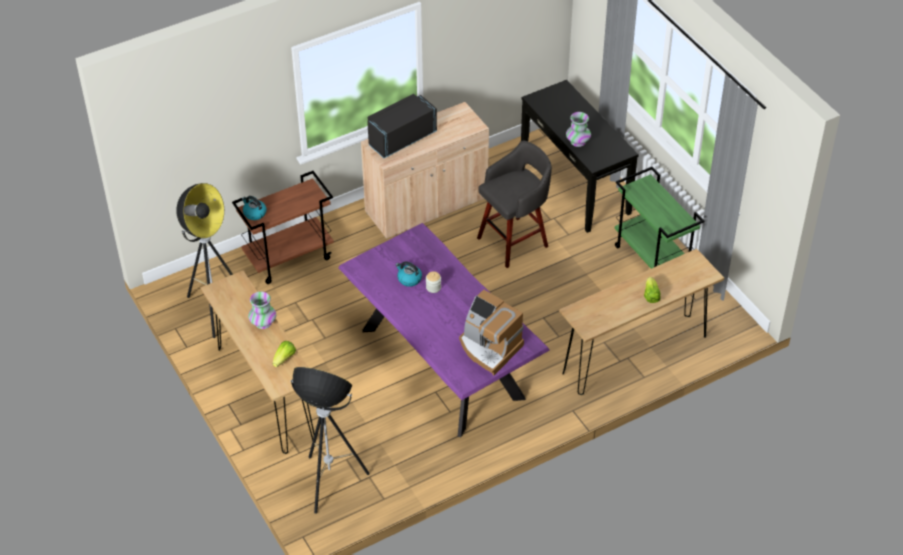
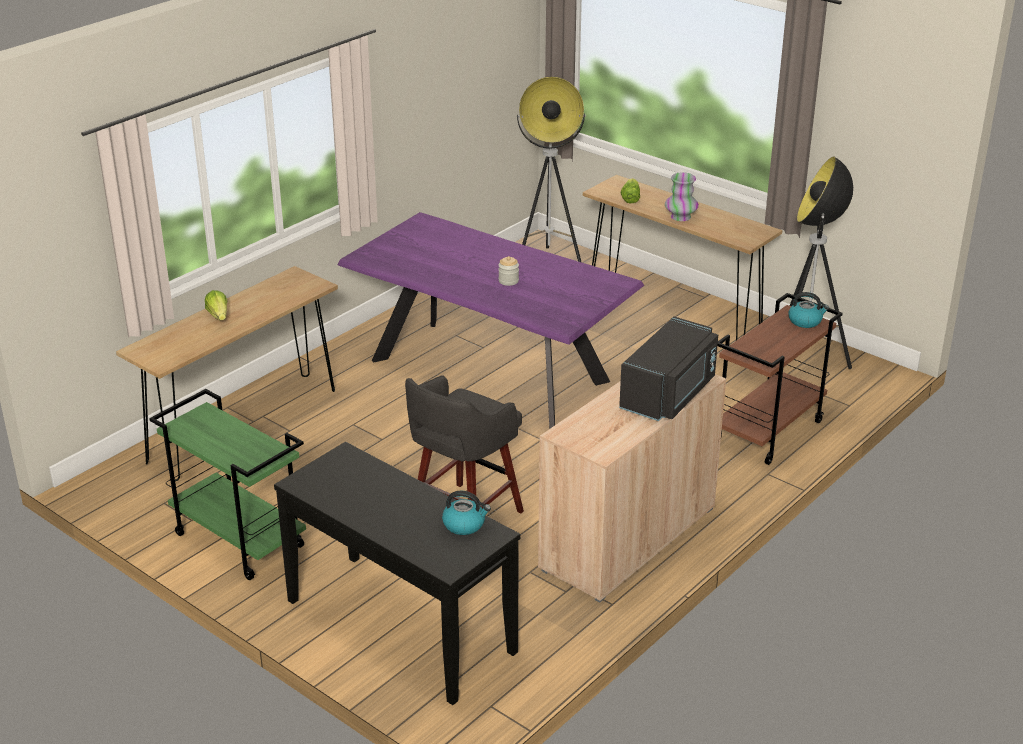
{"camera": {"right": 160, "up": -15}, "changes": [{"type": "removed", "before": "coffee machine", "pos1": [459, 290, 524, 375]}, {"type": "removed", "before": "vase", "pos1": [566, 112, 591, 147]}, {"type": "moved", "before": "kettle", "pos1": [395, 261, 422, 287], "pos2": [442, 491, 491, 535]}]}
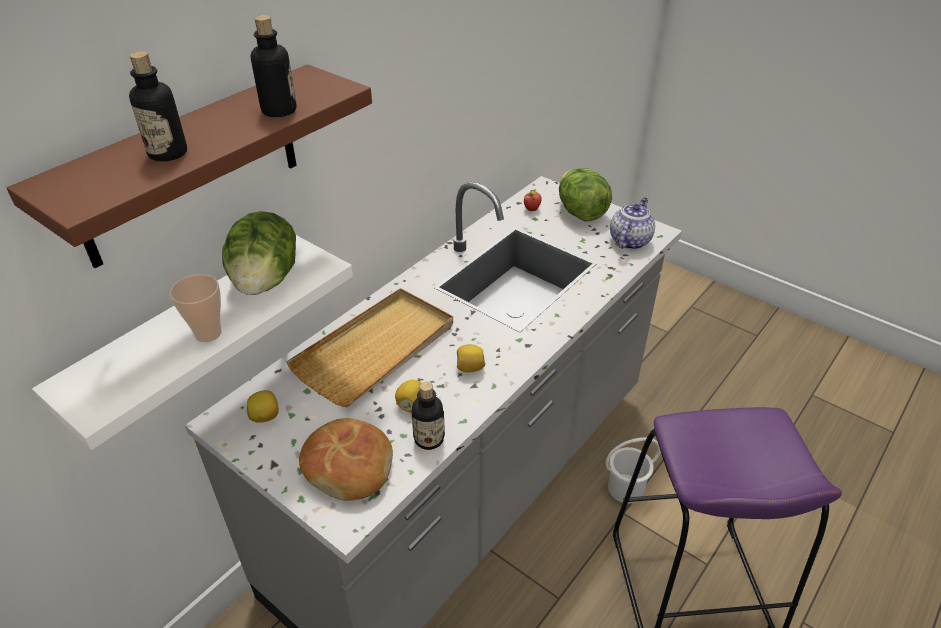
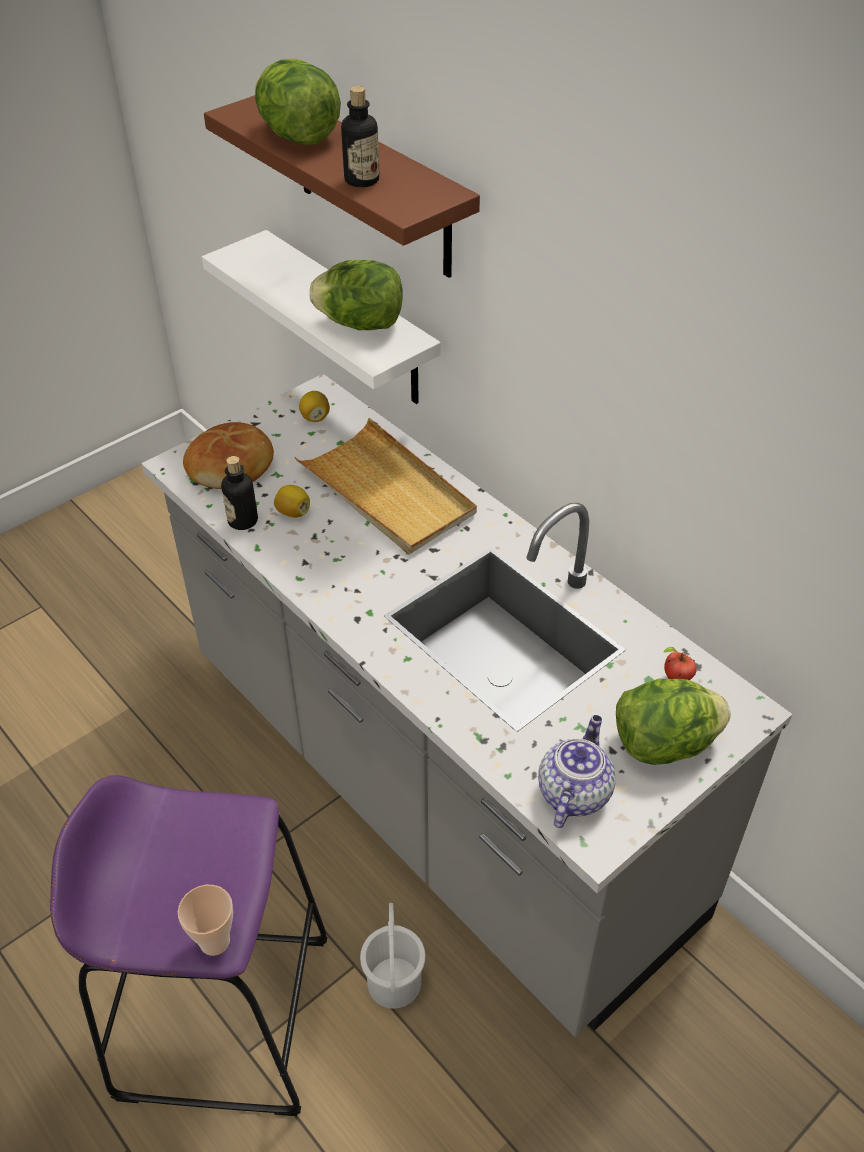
{"camera": {"right": 100, "up": 5}, "changes": [{"type": "removed", "before": "lemon", "pos1": [457, 344, 486, 372]}, {"type": "moved", "before": "cup", "pos1": [170, 274, 222, 342], "pos2": [178, 885, 233, 956]}, {"type": "replaced", "before": "bottle", "after": "lettuce", "pos1": [129, 51, 187, 162], "pos2": [255, 59, 341, 145]}, {"type": "turned", "before": "teapot", "pos1": [610, 197, 655, 250], "pos2": [538, 715, 616, 828], "turn": -105}]}
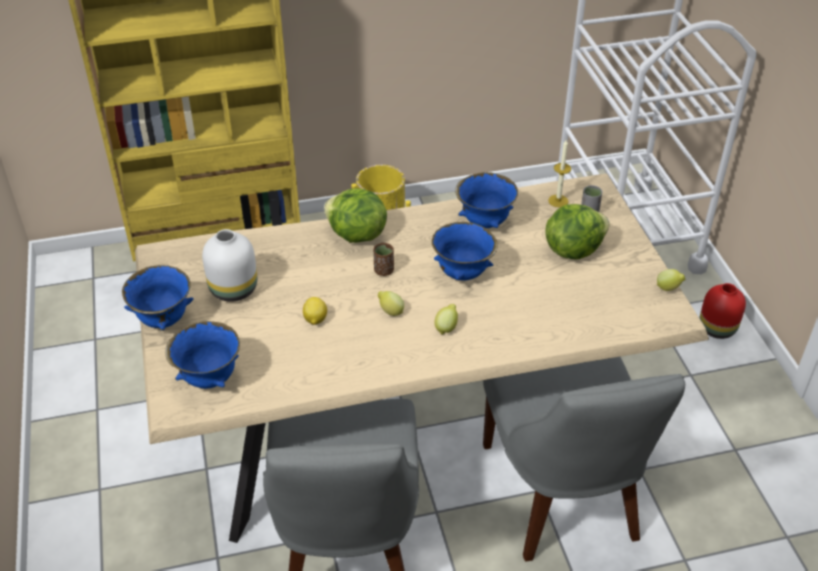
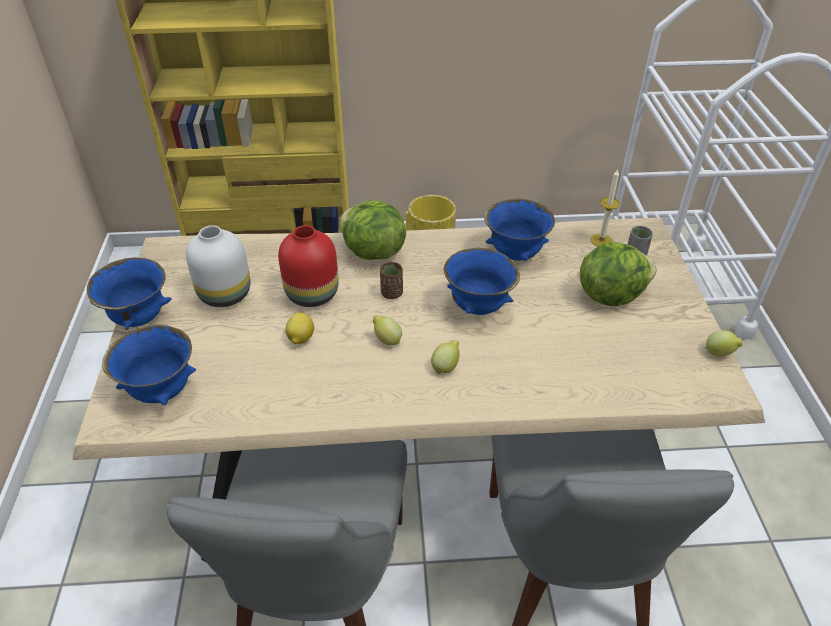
{"camera": {"right": 10, "up": 0}, "changes": [{"type": "moved", "before": "red vase", "pos1": [699, 283, 746, 339], "pos2": [278, 225, 339, 307]}]}
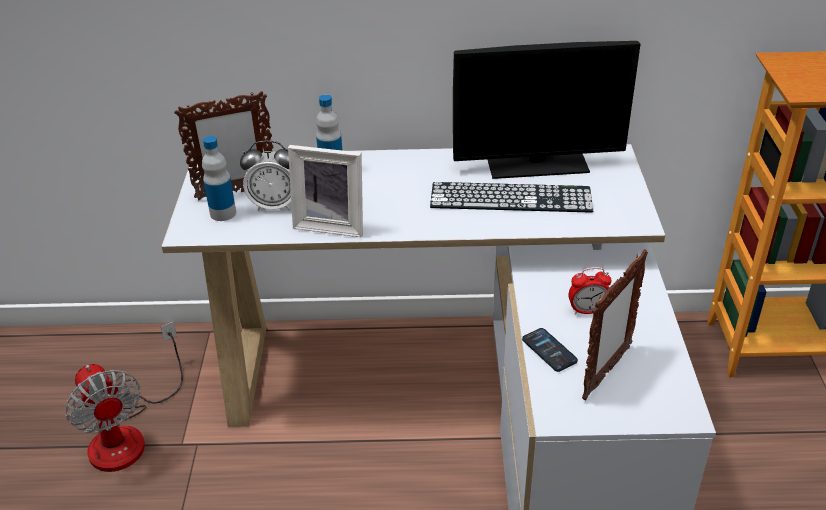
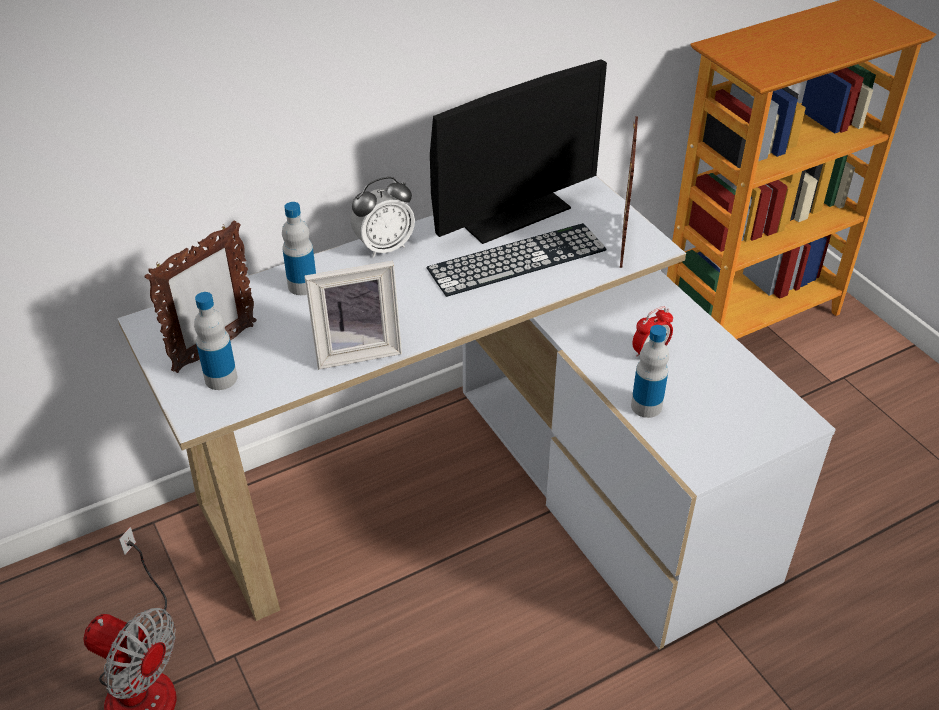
{"camera": {"right": -30, "up": 5}, "changes": [{"type": "moved", "before": "alarm clock", "pos1": [240, 140, 291, 211], "pos2": [351, 177, 415, 258]}, {"type": "moved", "before": "picture frame", "pos1": [582, 249, 648, 401], "pos2": [620, 116, 638, 268]}, {"type": "replaced", "before": "phone", "after": "bottle", "pos1": [522, 328, 578, 372], "pos2": [631, 325, 669, 418]}]}
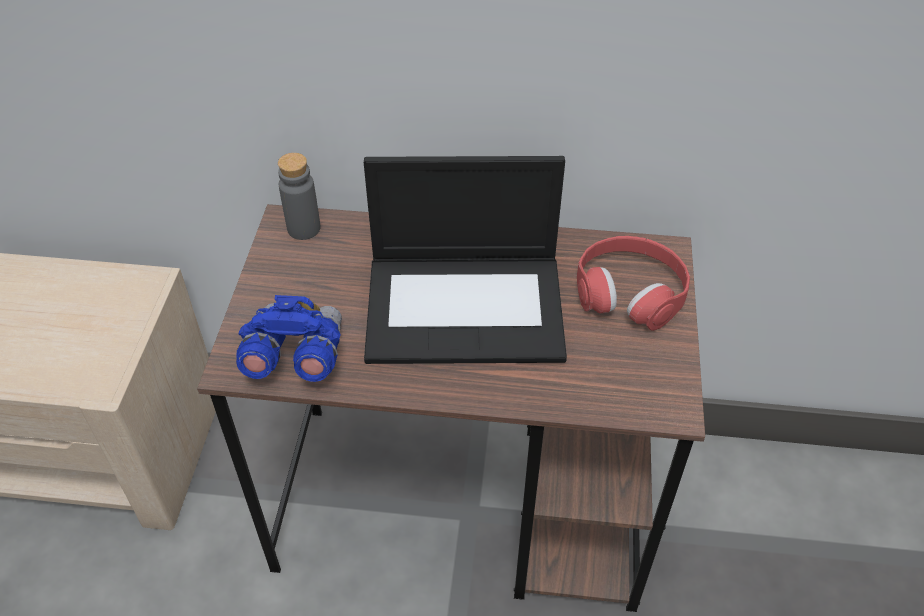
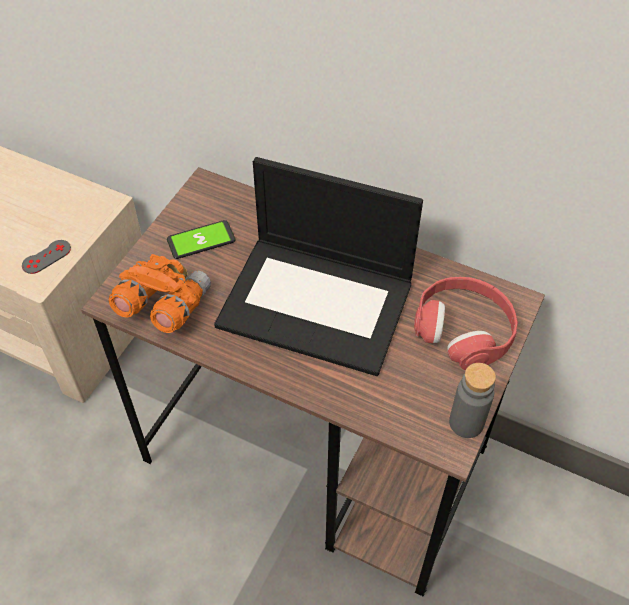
{"camera": {"right": 20, "up": 5}, "changes": [{"type": "added", "after": "grey game controller", "pos2": [22, 240, 71, 274]}, {"type": "added", "after": "phone", "pos2": [167, 220, 235, 259]}, {"type": "moved", "before": "grey bottle", "pos1": [278, 153, 321, 240], "pos2": [449, 363, 496, 438]}, {"type": "recoloured", "before": "blue binoculars", "after": "orange binoculars", "pos1": [236, 295, 342, 382], "pos2": [109, 254, 211, 333]}]}
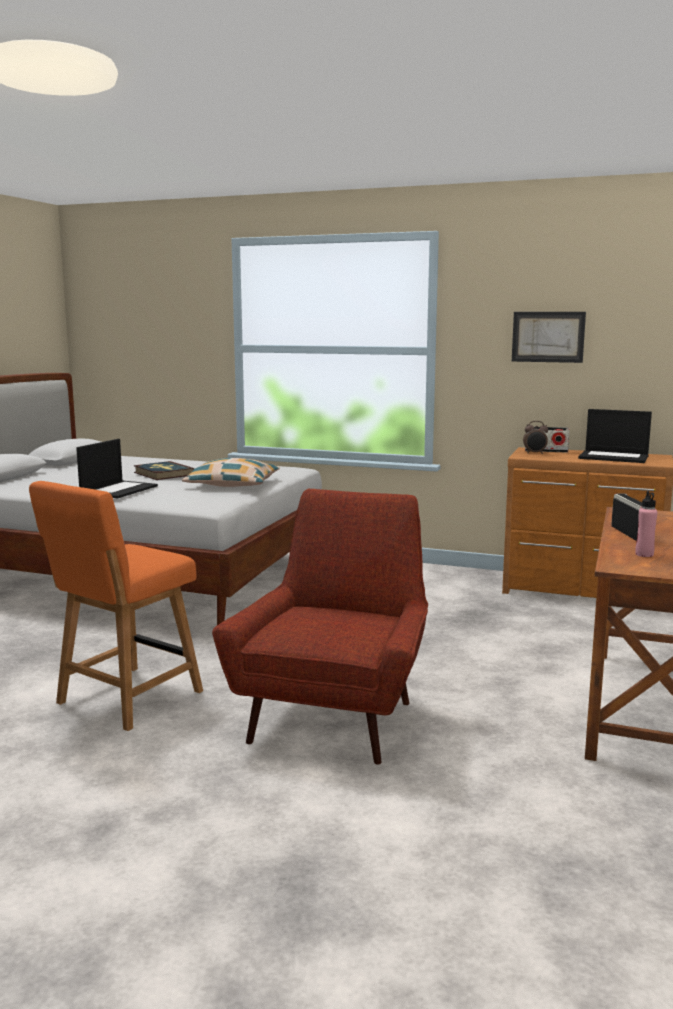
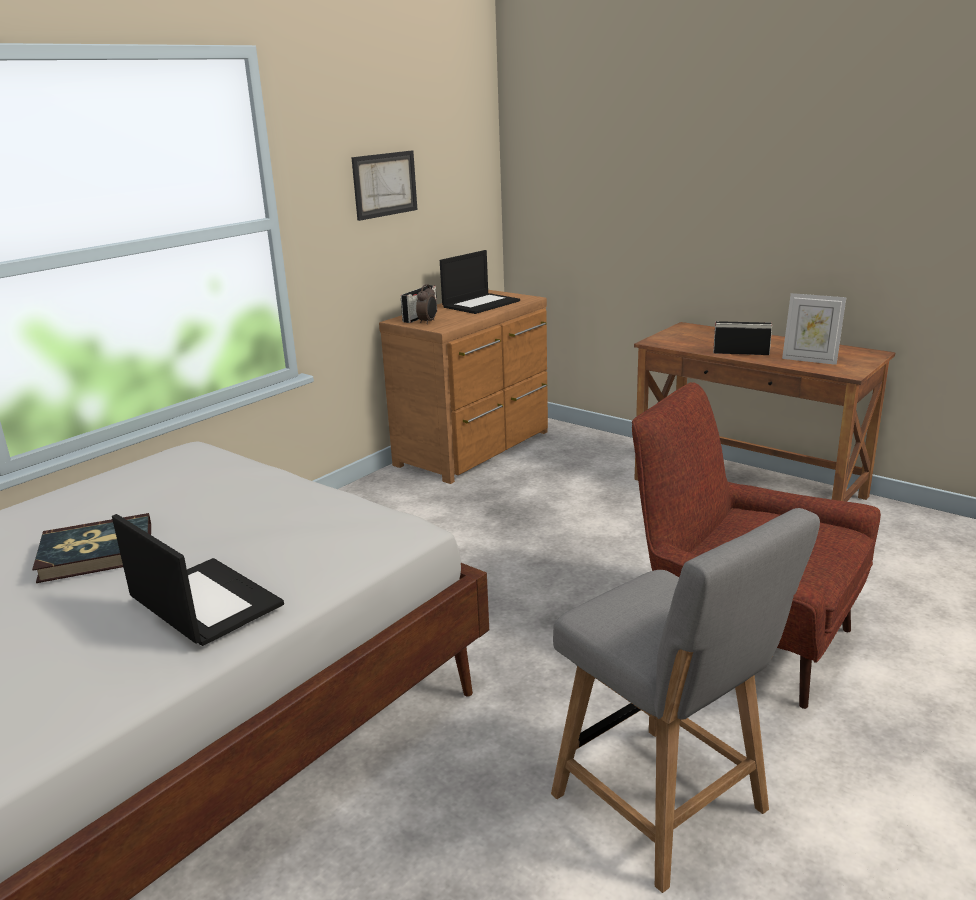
{"camera": {"right": -70, "up": 10}, "changes": [{"type": "removed", "before": "pillow", "pos1": [182, 458, 280, 487]}, {"type": "replaced", "before": "pink bottle", "after": "picture frame", "pos1": [635, 491, 657, 557], "pos2": [782, 293, 846, 365]}, {"type": "recoloured", "before": "orange chair", "after": "grey chair", "pos1": [29, 481, 203, 731], "pos2": [551, 508, 820, 893]}]}
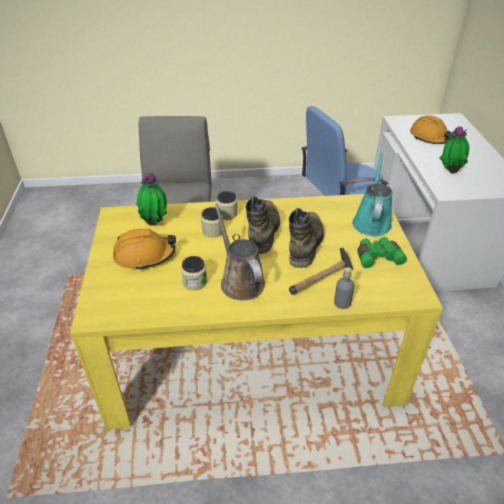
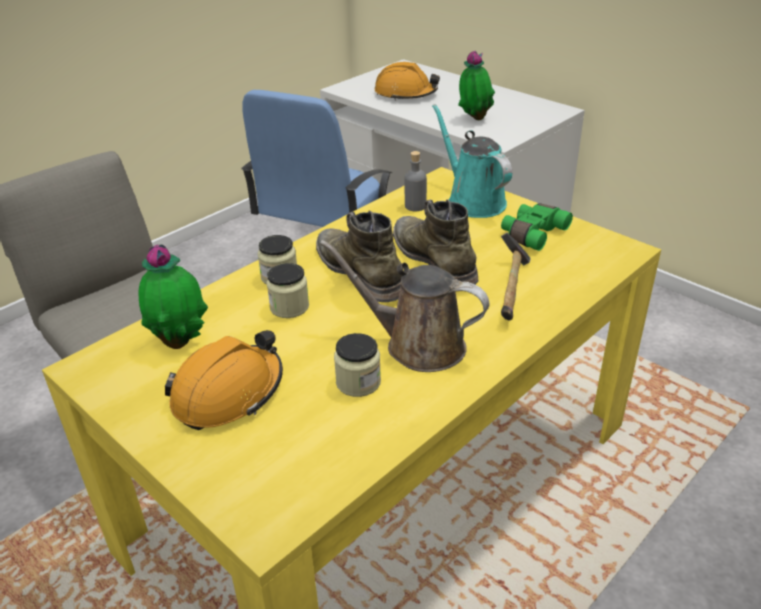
{"camera": {"right": -40, "up": -5}, "changes": [{"type": "moved", "before": "grey bottle", "pos1": [334, 267, 354, 309], "pos2": [404, 151, 427, 211]}]}
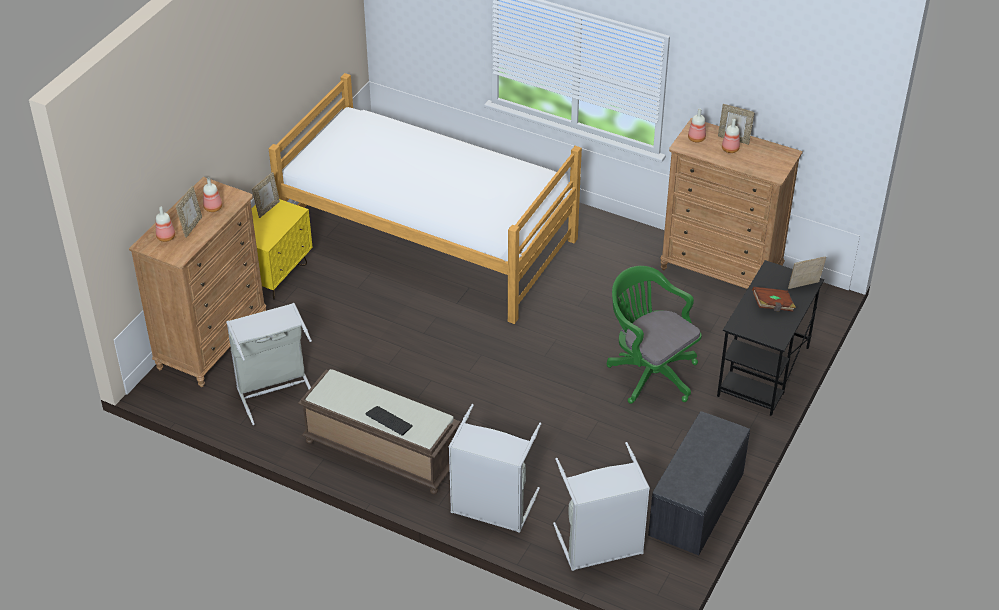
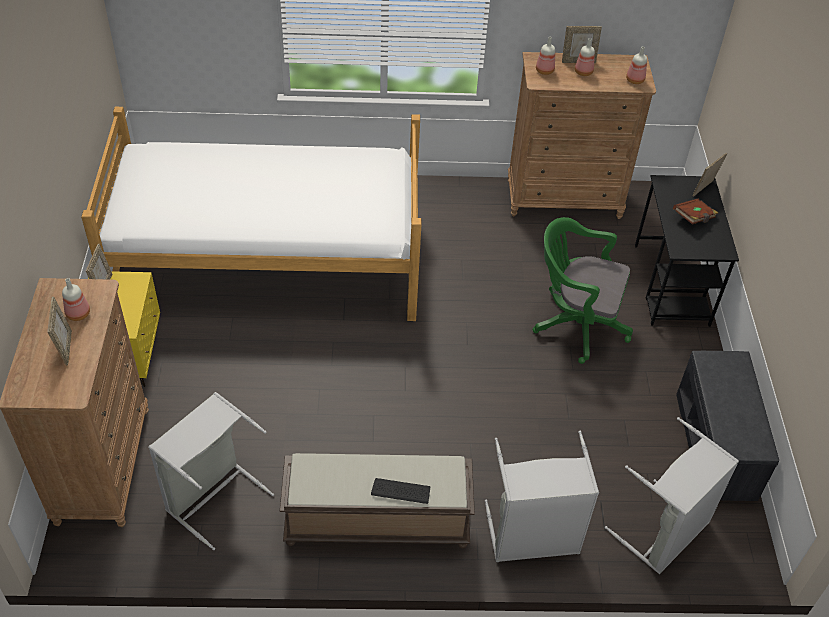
{"camera": {"right": -30, "up": 5}, "changes": [{"type": "moved", "before": "bottle", "pos1": [156, 207, 175, 242], "pos2": [626, 46, 647, 84]}]}
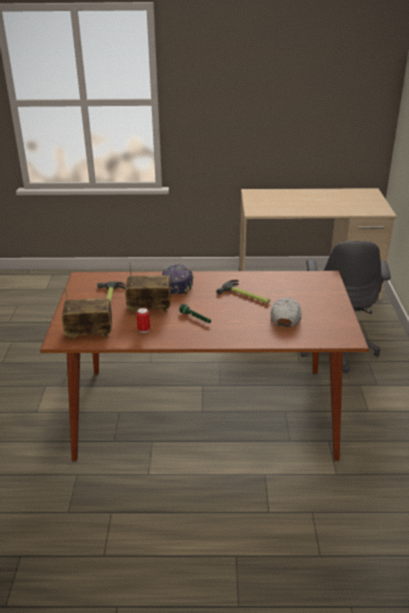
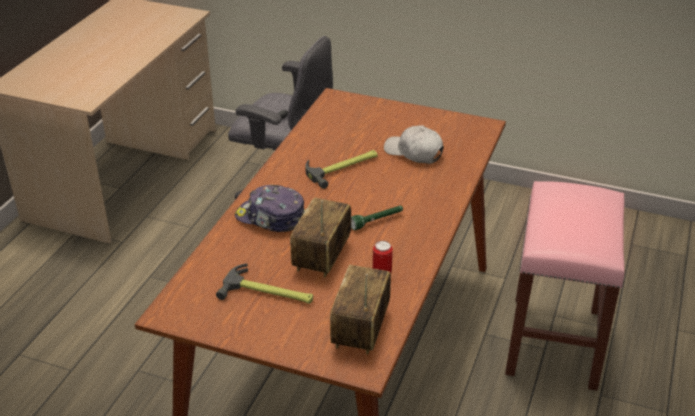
{"camera": {"right": -70, "up": 5}, "changes": [{"type": "added", "after": "pink stool", "pos2": [505, 181, 625, 391]}]}
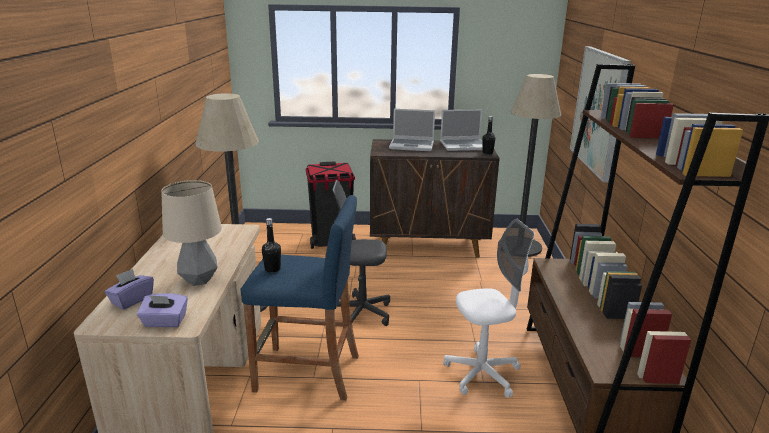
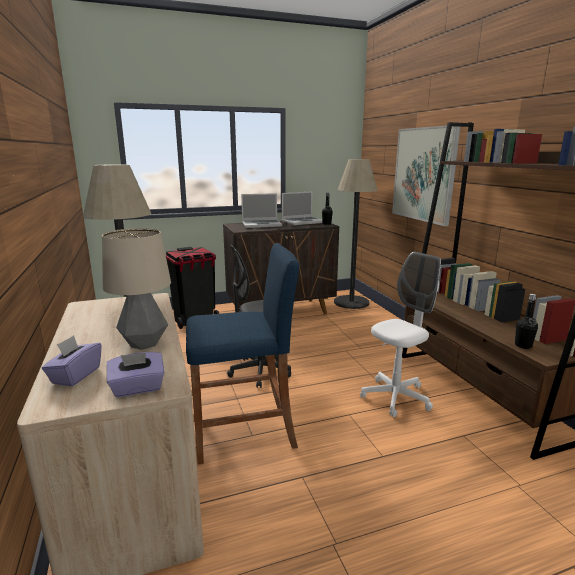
{"camera": {"right": -20, "up": -5}, "changes": [{"type": "moved", "before": "black bottle", "pos1": [262, 218, 281, 273], "pos2": [515, 294, 538, 349]}]}
